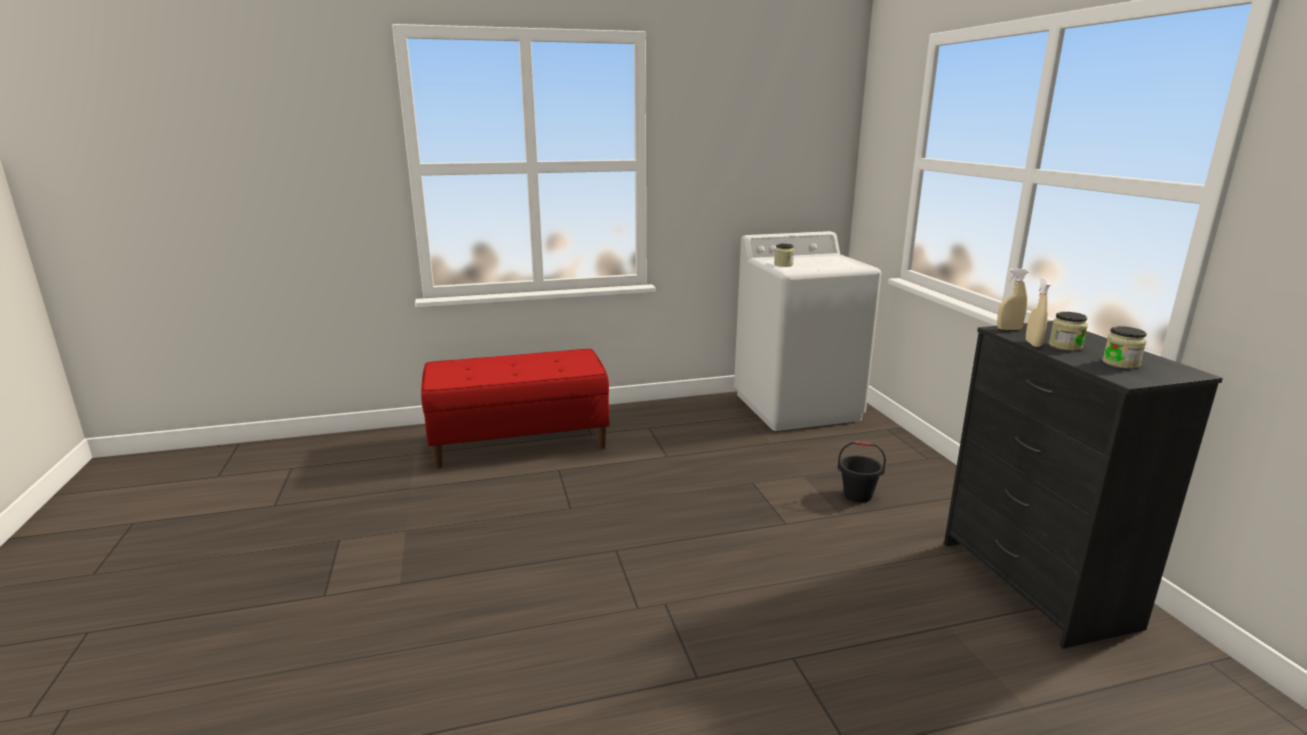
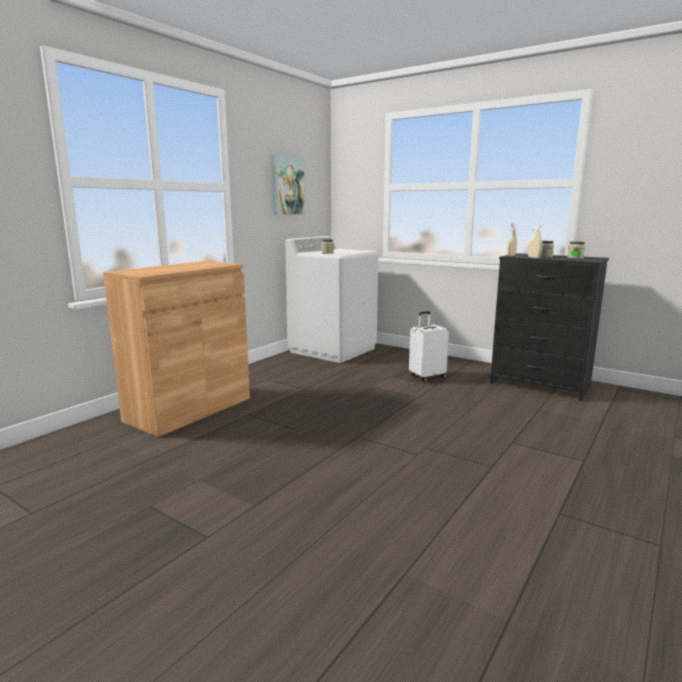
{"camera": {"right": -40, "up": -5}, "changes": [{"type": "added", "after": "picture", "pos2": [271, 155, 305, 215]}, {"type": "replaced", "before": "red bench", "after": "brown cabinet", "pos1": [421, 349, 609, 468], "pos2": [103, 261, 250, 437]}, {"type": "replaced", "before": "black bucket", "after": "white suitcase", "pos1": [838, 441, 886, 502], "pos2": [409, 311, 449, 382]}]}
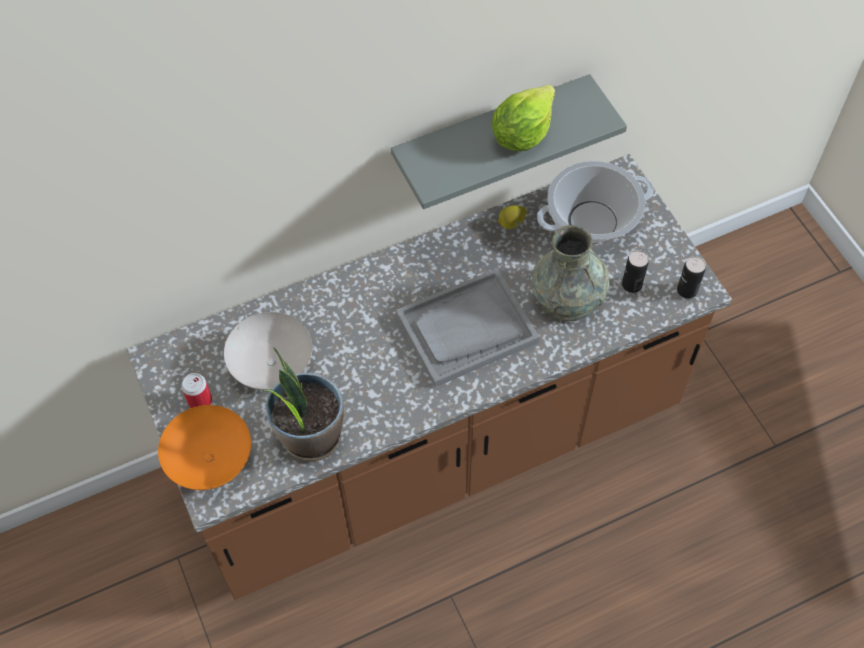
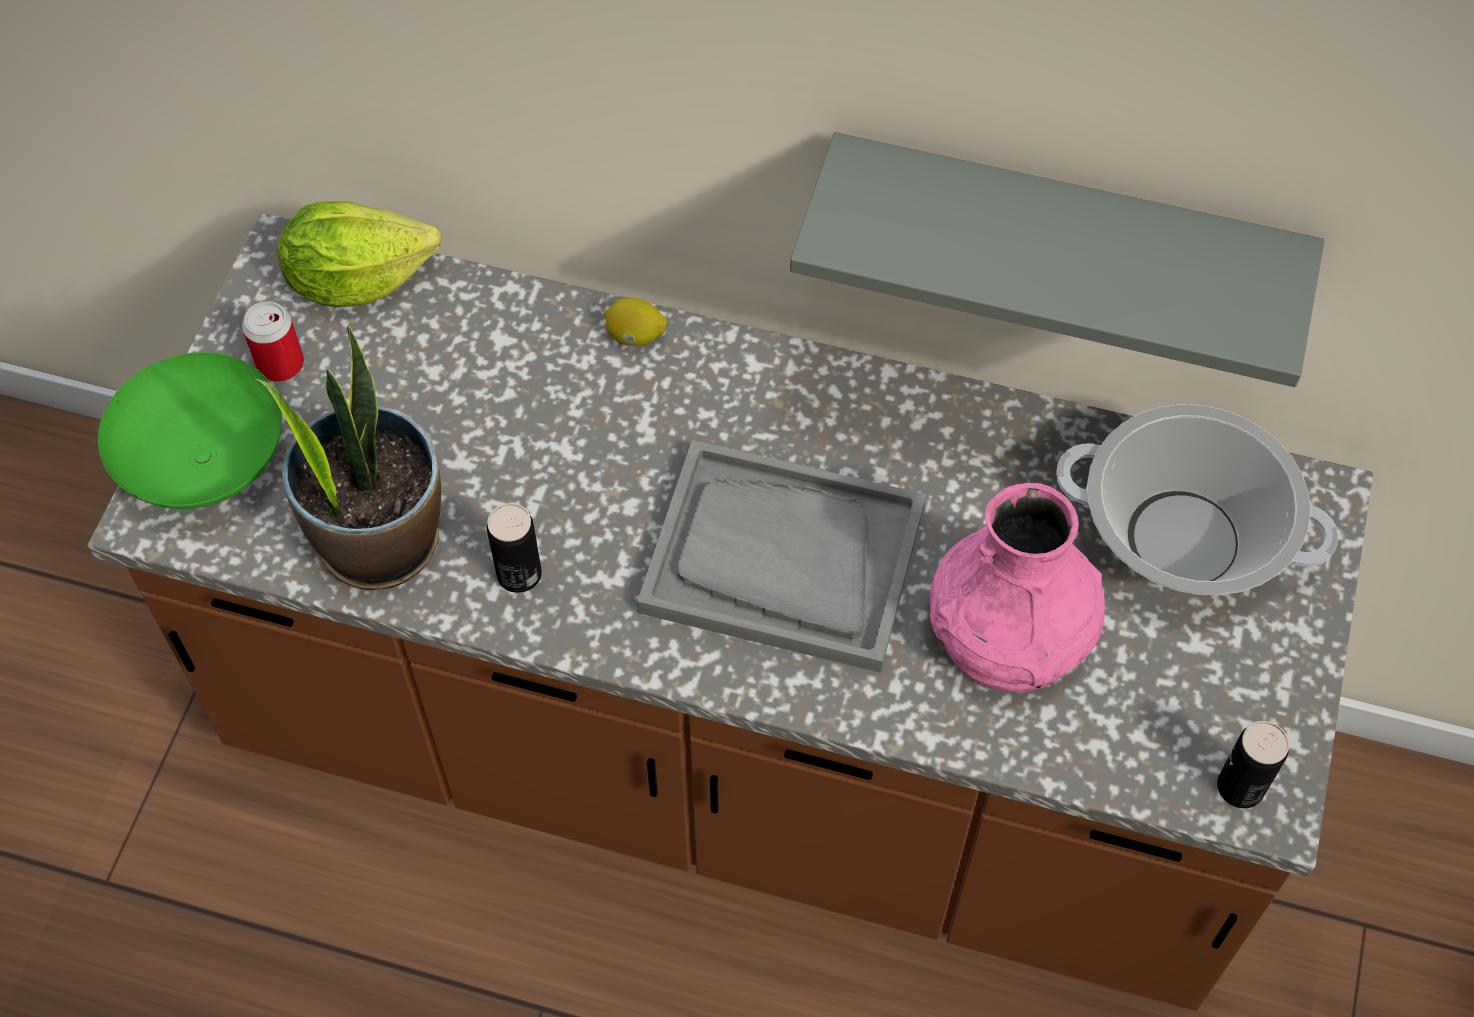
{"camera": {"right": 40, "up": 0}, "changes": [{"type": "removed", "before": "white bowl", "pos1": [224, 312, 312, 390]}, {"type": "moved", "before": "lettuce", "pos1": [492, 85, 555, 151], "pos2": [278, 201, 441, 307]}, {"type": "moved", "before": "lemon", "pos1": [498, 205, 527, 229], "pos2": [604, 298, 667, 346]}, {"type": "moved", "before": "can", "pos1": [622, 250, 649, 293], "pos2": [487, 503, 542, 593]}, {"type": "recoloured", "before": "orange bowl", "after": "green bowl", "pos1": [158, 405, 251, 490], "pos2": [98, 352, 282, 509]}, {"type": "recoloured", "before": "grey vase", "after": "pink vase", "pos1": [532, 225, 609, 321], "pos2": [930, 483, 1105, 693]}]}
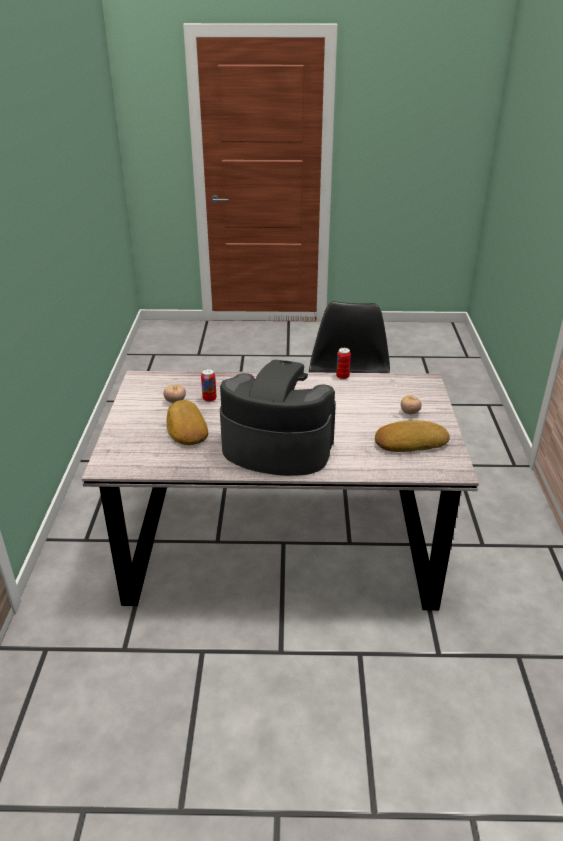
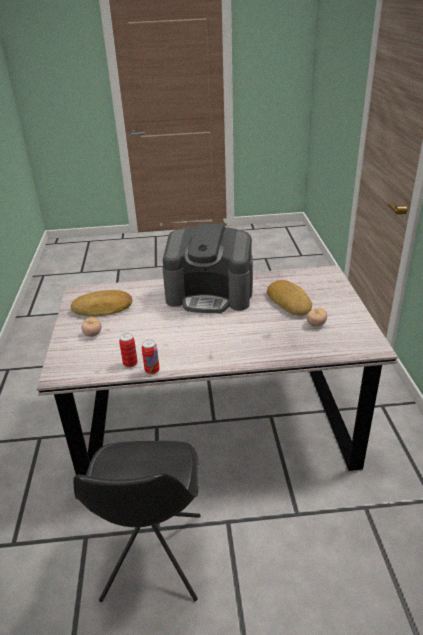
{"camera": {"right": 175, "up": 0}, "changes": [{"type": "moved", "before": "can", "pos1": [201, 369, 217, 402], "pos2": [119, 333, 138, 368]}]}
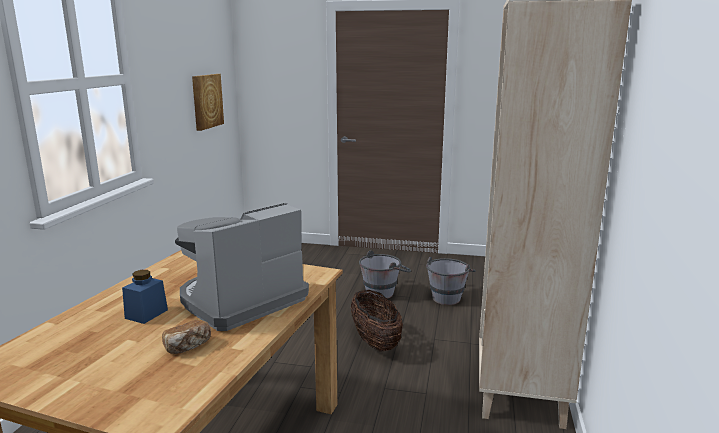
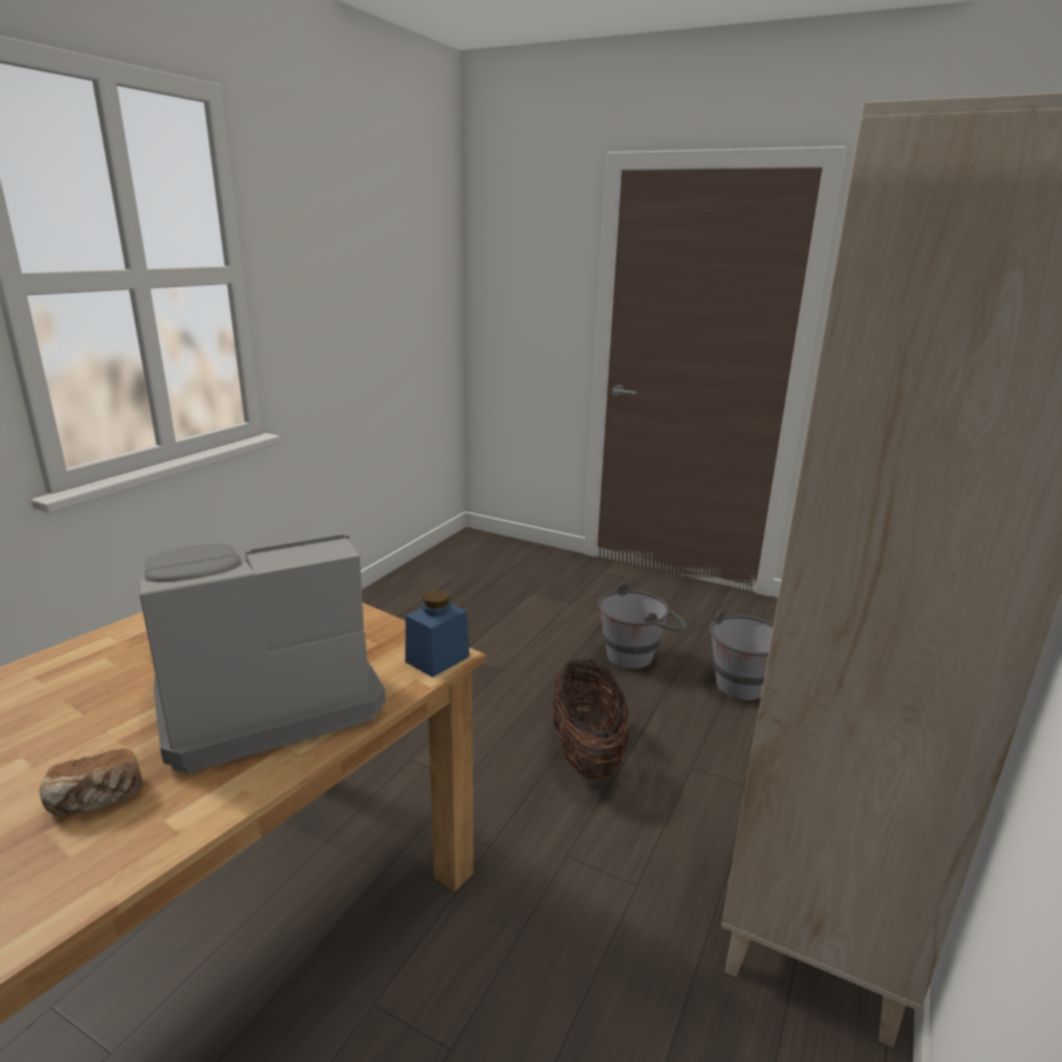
{"camera": {"right": 15, "up": 5}, "changes": [{"type": "removed", "before": "picture", "pos1": [192, 74, 224, 131]}, {"type": "moved", "before": "blue jar", "pos1": [122, 270, 168, 324], "pos2": [405, 590, 470, 677]}]}
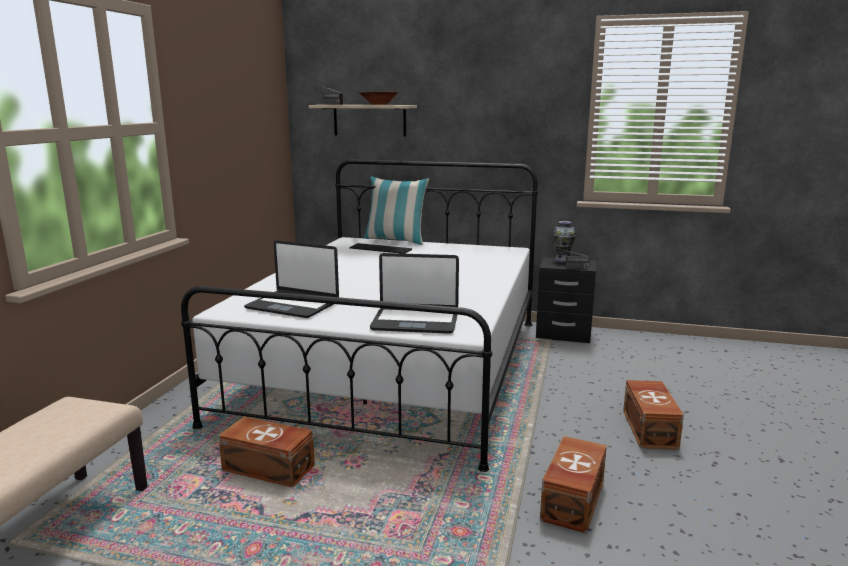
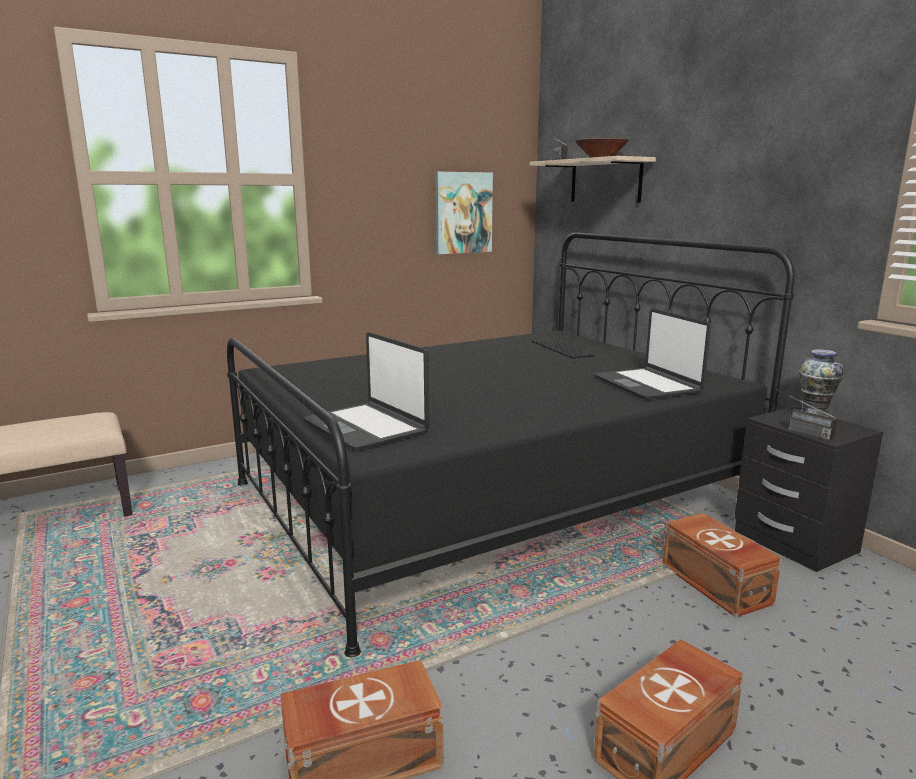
{"camera": {"right": 45, "up": 0}, "changes": [{"type": "removed", "before": "pillow", "pos1": [364, 176, 429, 245]}, {"type": "added", "after": "picture", "pos2": [435, 172, 493, 254]}, {"type": "moved", "before": "brown storage box", "pos1": [218, 417, 315, 488], "pos2": [663, 513, 782, 618]}, {"type": "moved", "before": "laptop", "pos1": [244, 240, 339, 318], "pos2": [595, 309, 711, 400]}, {"type": "recoloured", "before": "white bed", "after": "black bed", "pos1": [181, 160, 538, 472], "pos2": [227, 232, 795, 657]}]}
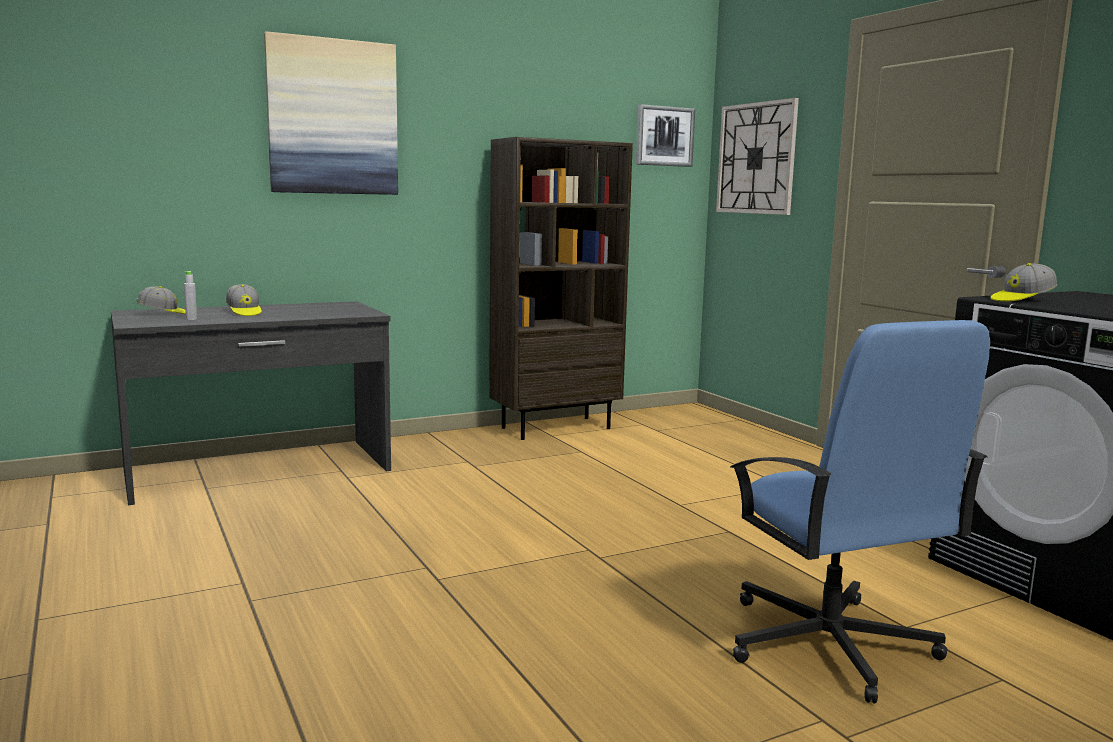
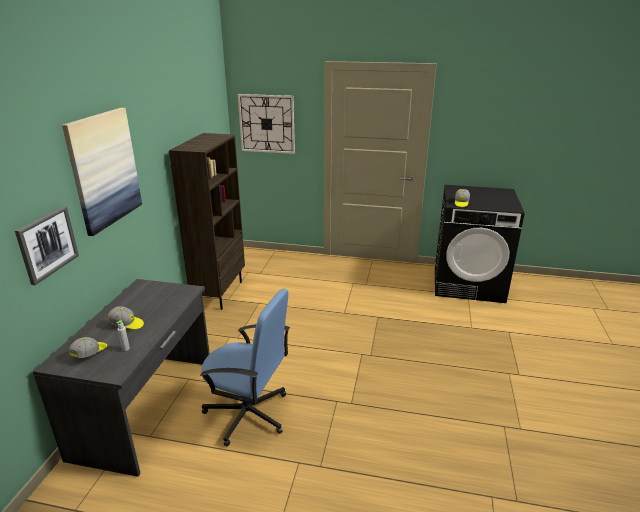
{"camera": {"right": -50, "up": 15}, "changes": [{"type": "moved", "before": "picture", "pos1": [636, 104, 695, 167], "pos2": [15, 206, 79, 285]}, {"type": "moved", "before": "blue office chair", "pos1": [730, 320, 990, 703], "pos2": [200, 289, 290, 447]}]}
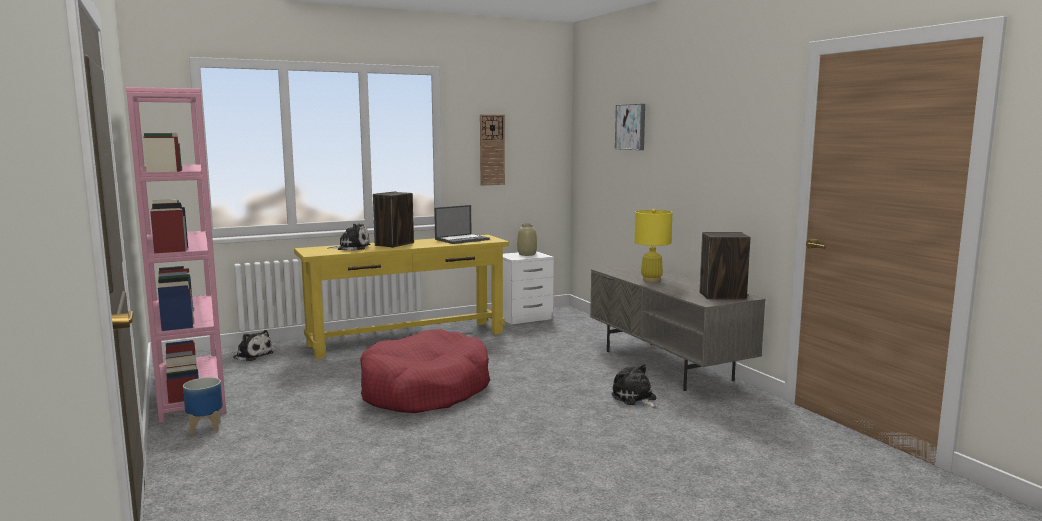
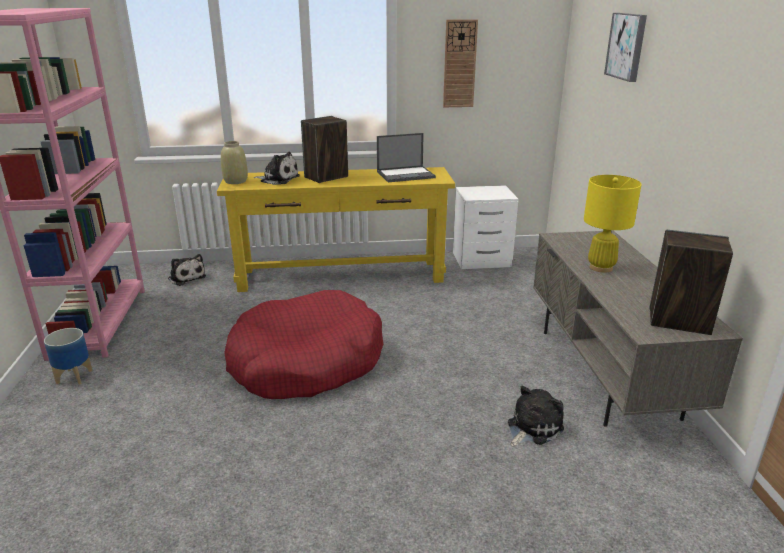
{"camera": {"right": 20, "up": 15}, "changes": [{"type": "moved", "before": "beige vase", "pos1": [517, 223, 537, 256], "pos2": [221, 141, 248, 184]}, {"type": "turned", "before": "plush toy", "pos1": [611, 364, 658, 408], "pos2": [508, 386, 564, 447], "turn": 60}]}
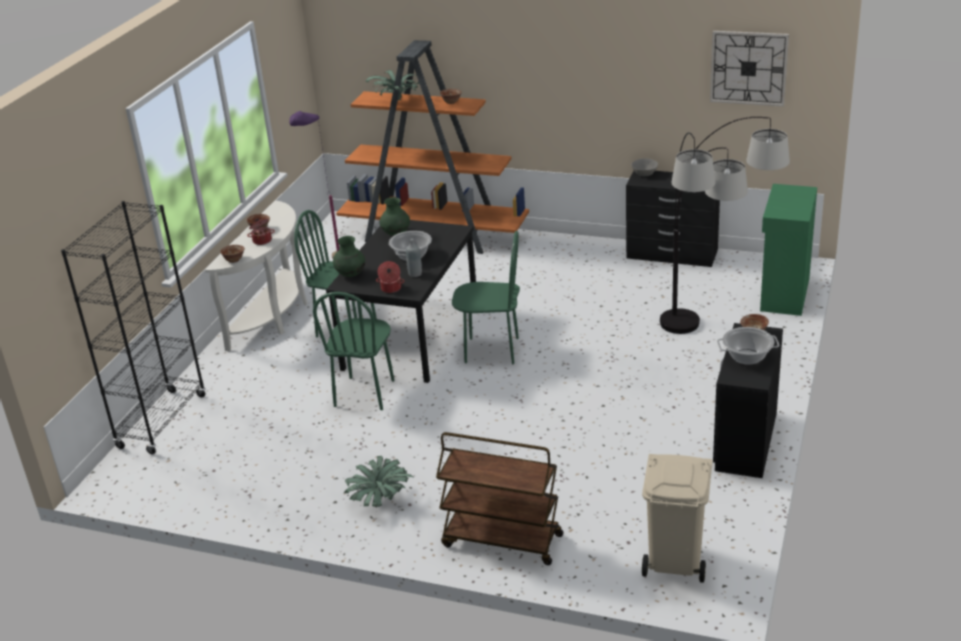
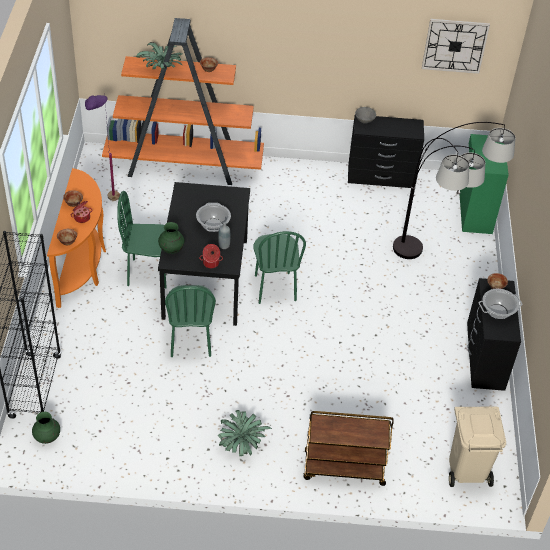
{"camera": {"right": -20, "up": 15}, "changes": [{"type": "moved", "before": "green vase", "pos1": [380, 197, 410, 236], "pos2": [32, 412, 60, 444]}, {"type": "recoloured", "before": "white console table", "after": "orange console table", "pos1": [205, 201, 308, 352], "pos2": [47, 168, 106, 308]}, {"type": "turned", "before": "green chair", "pos1": [452, 231, 520, 364], "pos2": [254, 231, 306, 304], "turn": 90}]}
